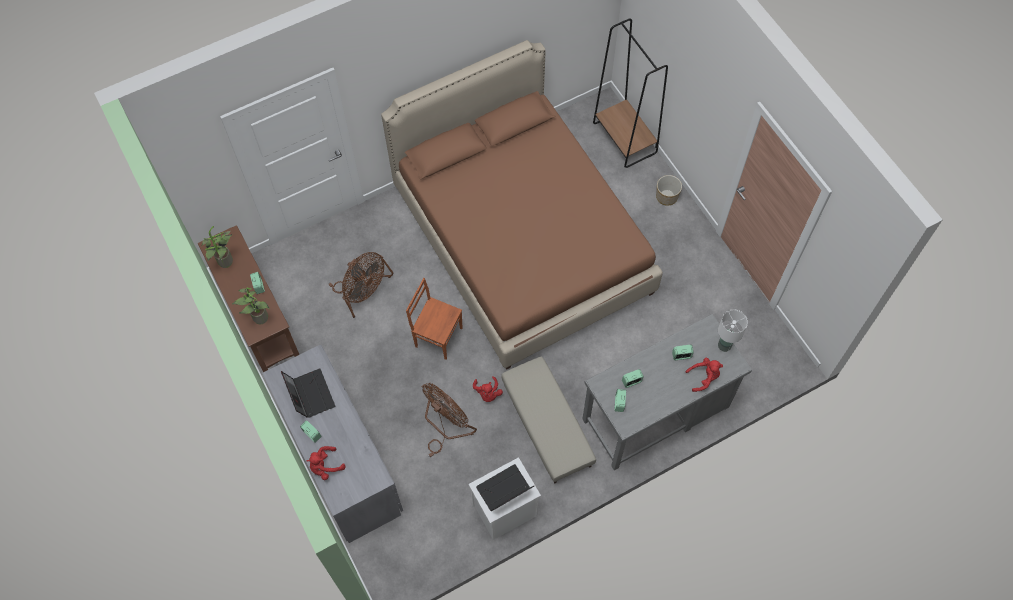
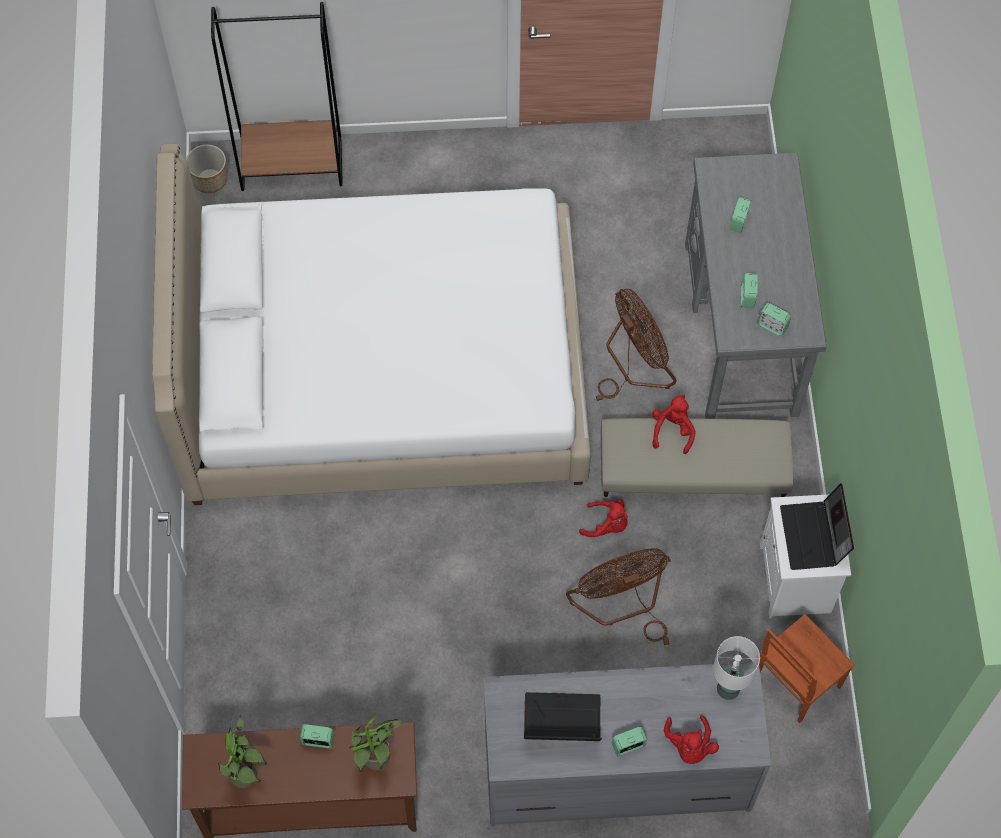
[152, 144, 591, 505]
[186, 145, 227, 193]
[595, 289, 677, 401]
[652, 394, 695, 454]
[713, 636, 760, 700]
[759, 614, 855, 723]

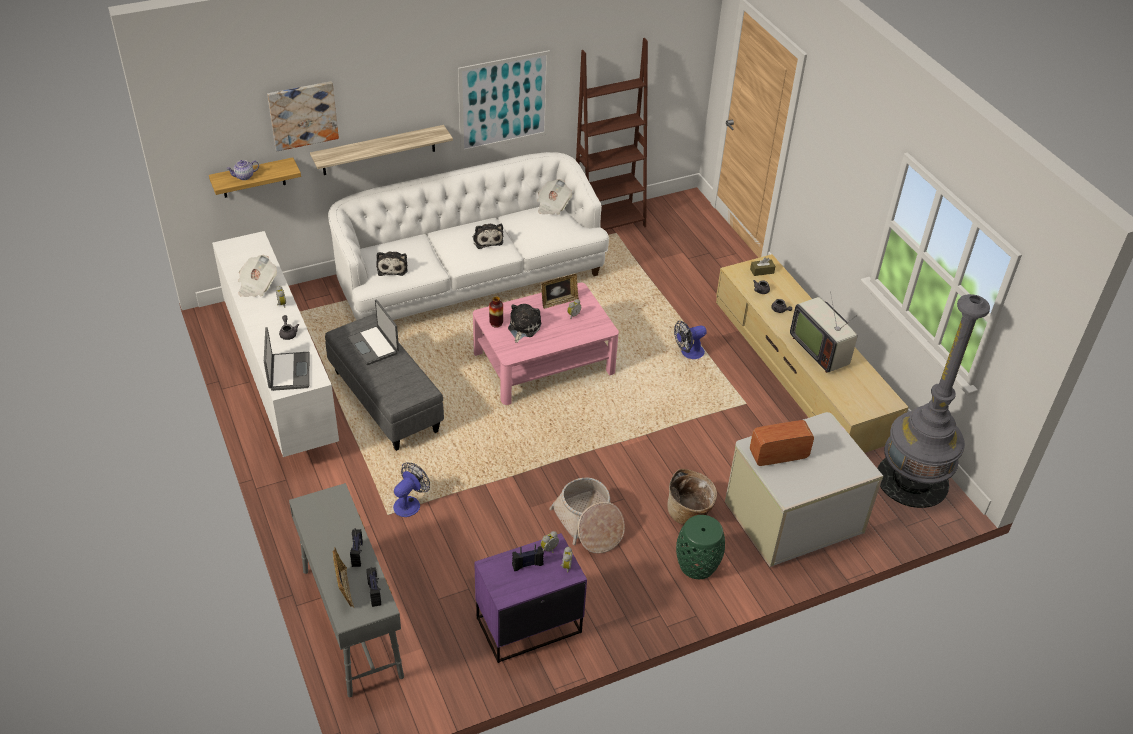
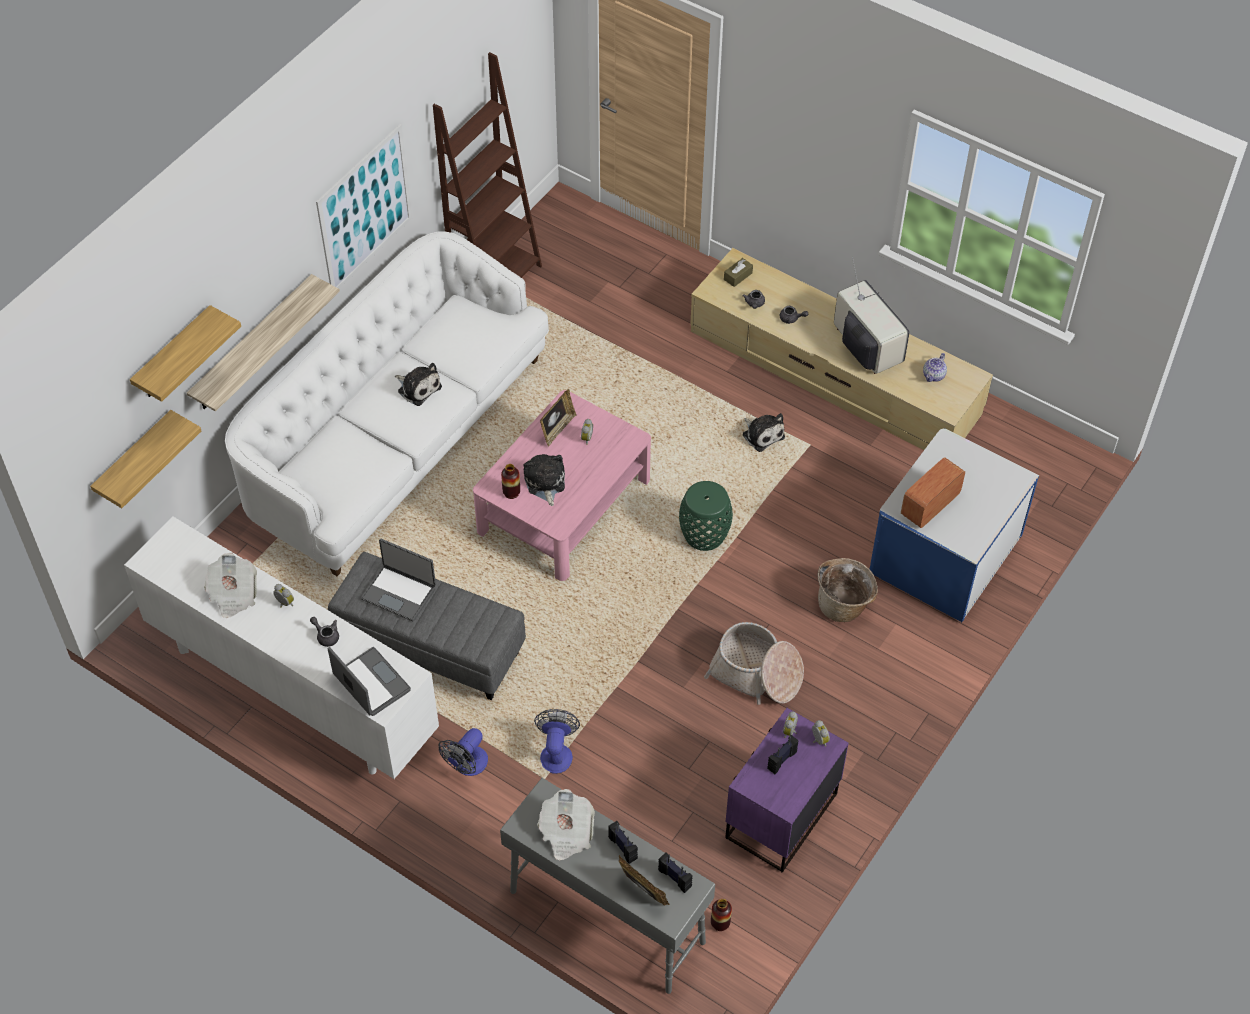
[130, 305, 241, 402]
[439, 728, 488, 776]
[538, 789, 595, 861]
[679, 481, 733, 551]
[711, 899, 732, 931]
[743, 413, 785, 452]
[834, 256, 909, 374]
[870, 429, 1039, 622]
[923, 353, 947, 382]
[878, 294, 990, 508] (first image)

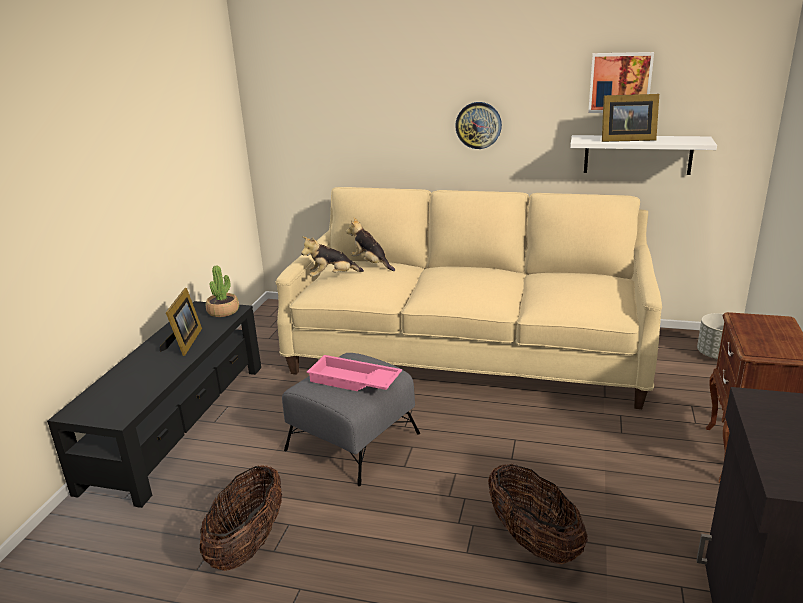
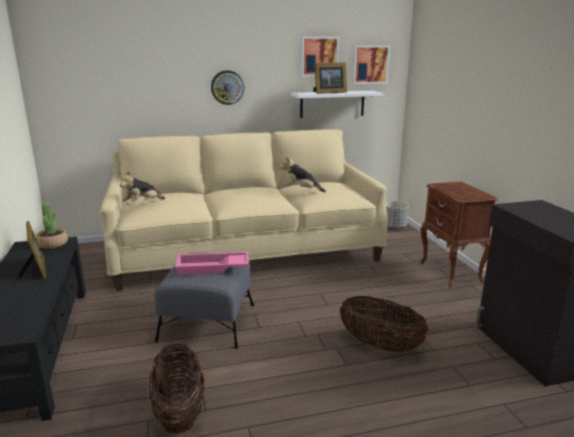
[279, 156, 326, 192]
[352, 45, 390, 84]

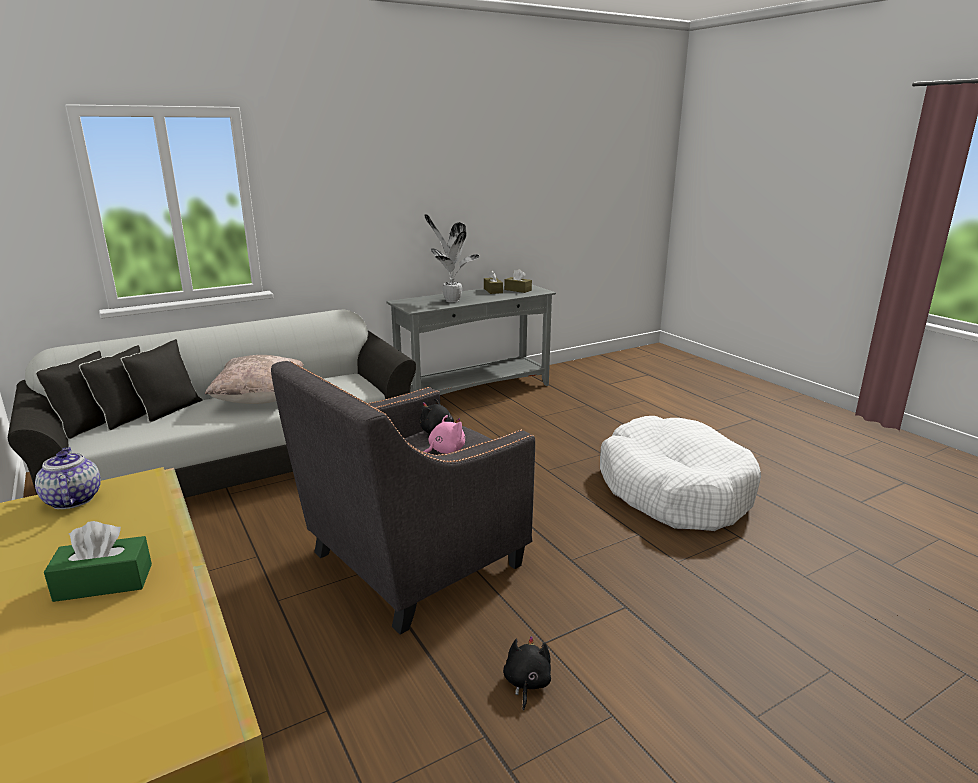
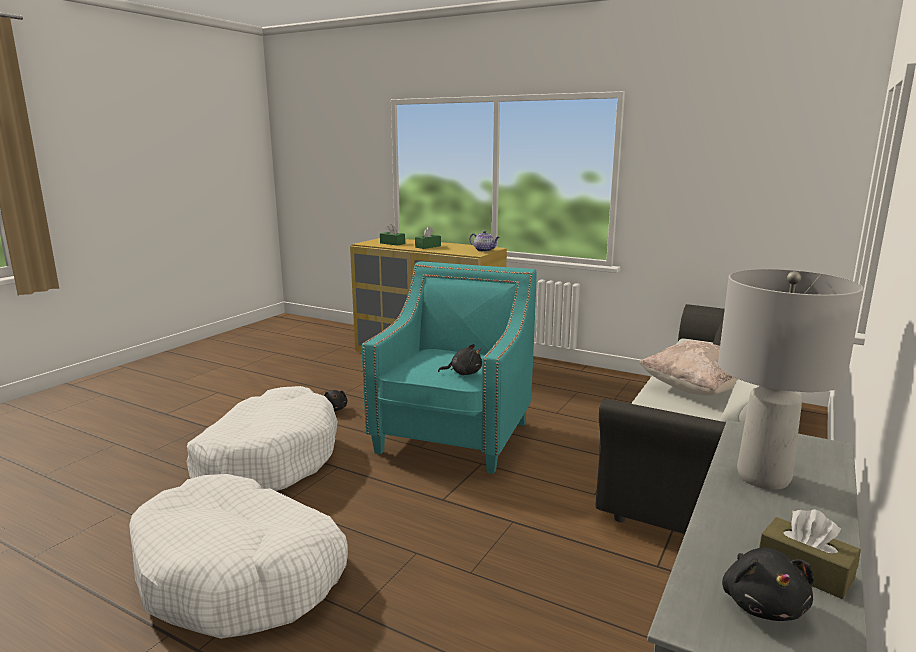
[186, 386, 338, 491]
[362, 261, 537, 474]
[380, 224, 405, 246]
[718, 269, 864, 490]
[722, 547, 814, 621]
[423, 415, 465, 454] (first image)

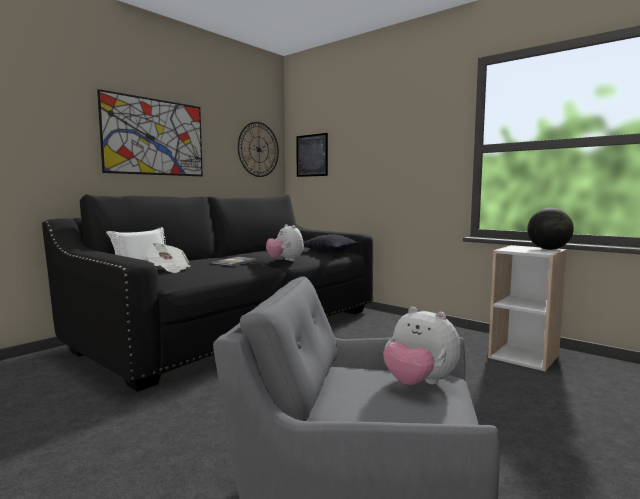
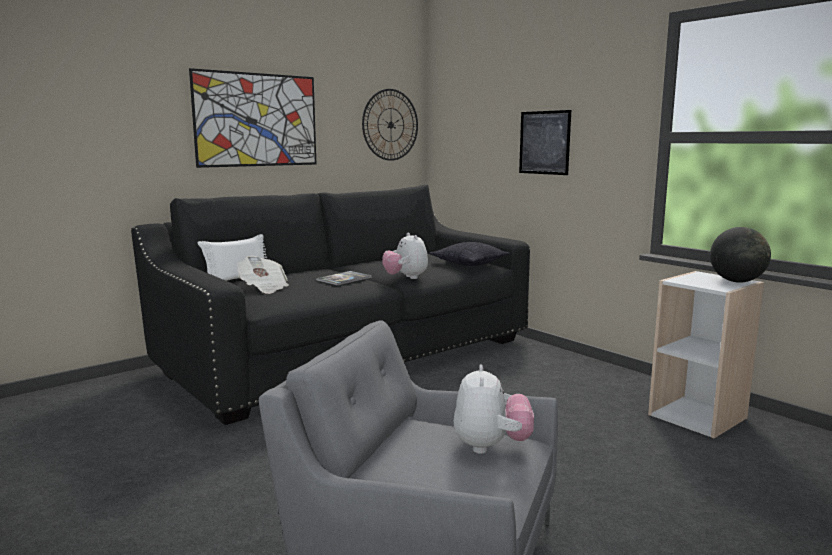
[453, 364, 534, 454]
[519, 110, 571, 175]

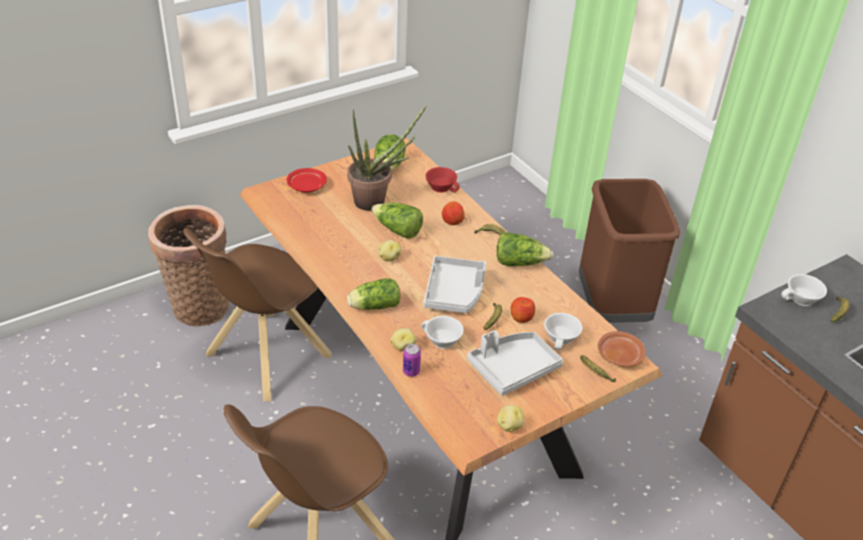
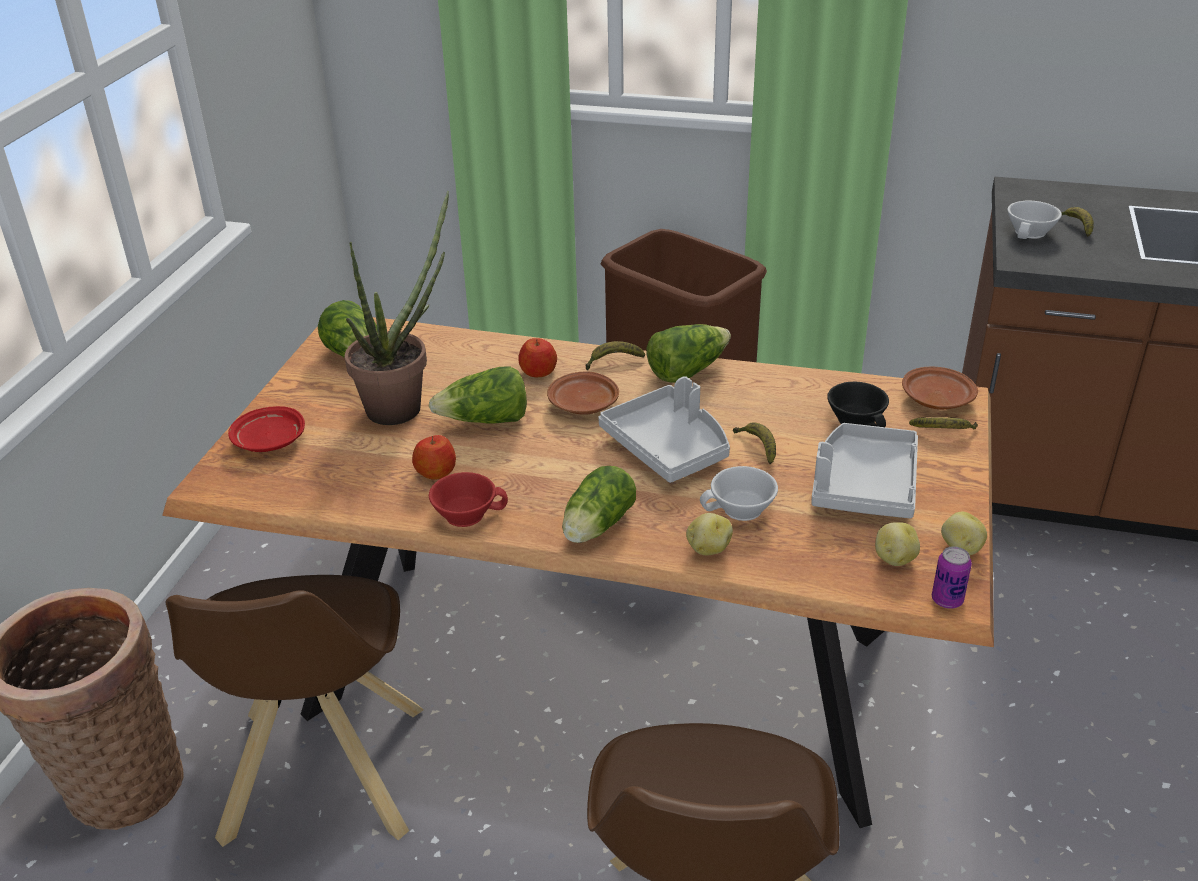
[412, 435, 456, 480]
[429, 472, 508, 527]
[547, 372, 619, 415]
[827, 382, 889, 427]
[875, 522, 920, 566]
[932, 546, 972, 609]

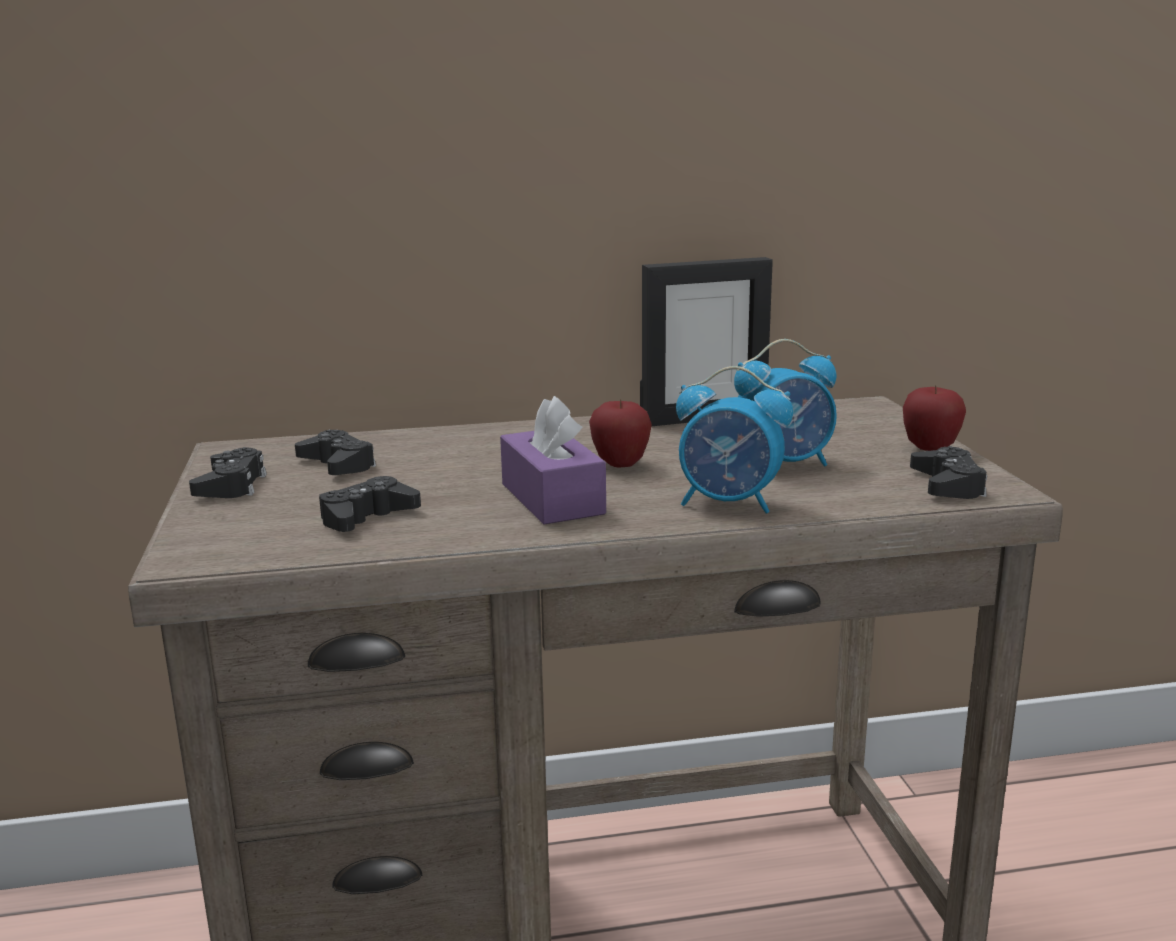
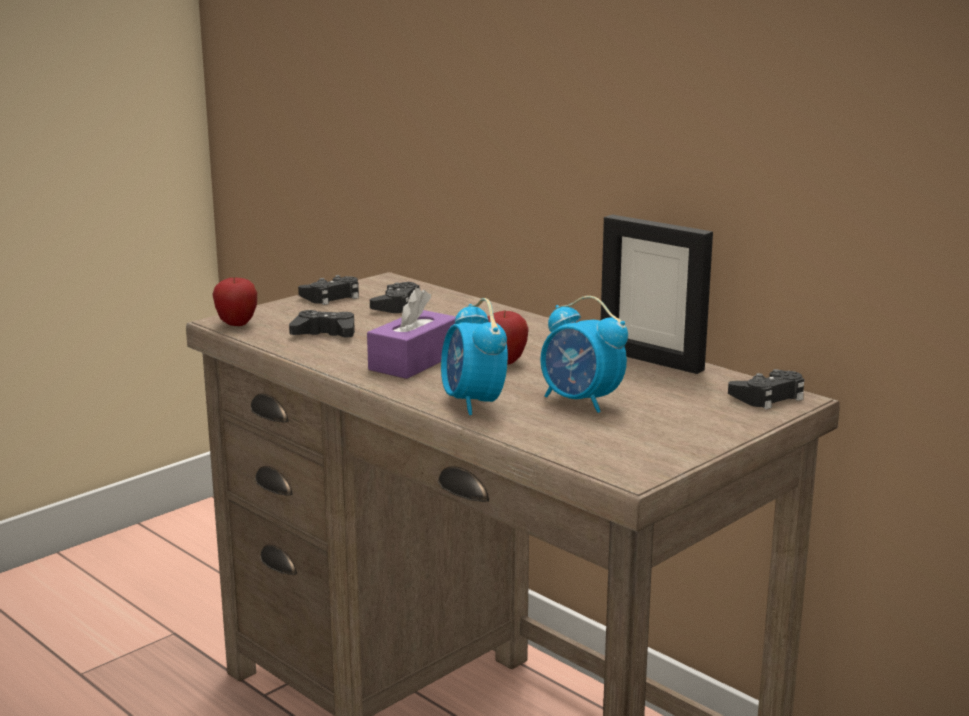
[212, 277, 257, 326]
[728, 369, 804, 409]

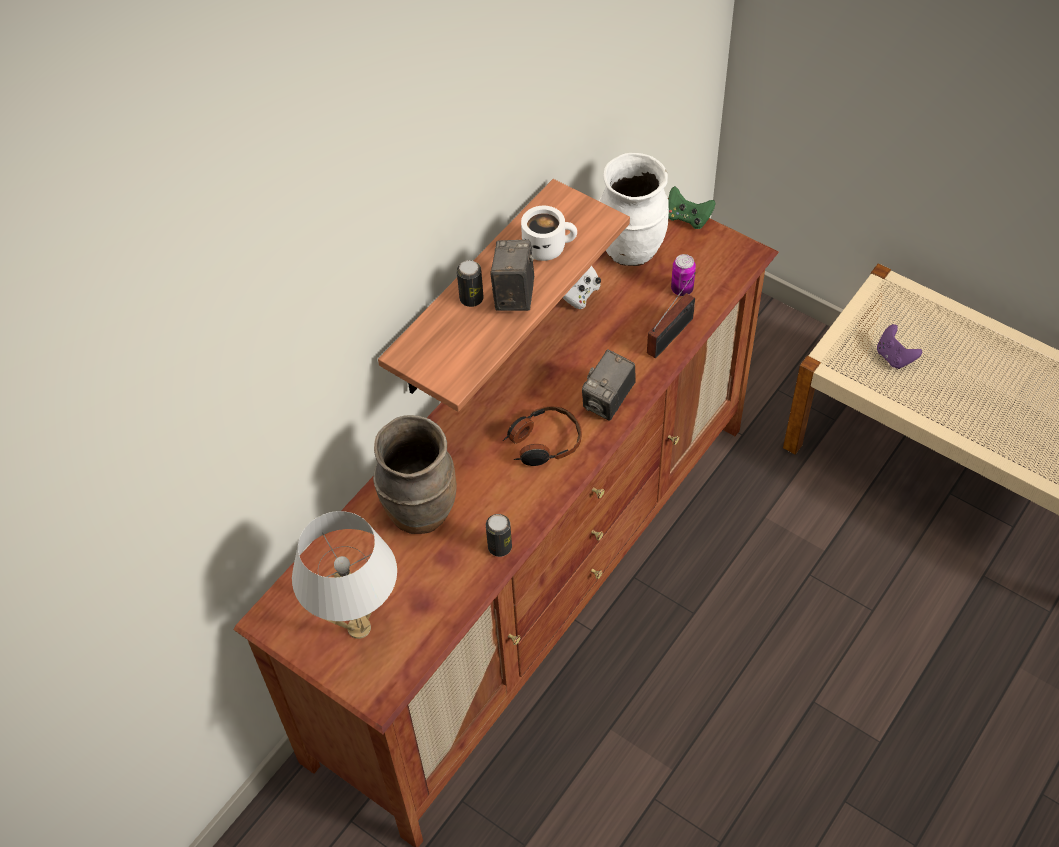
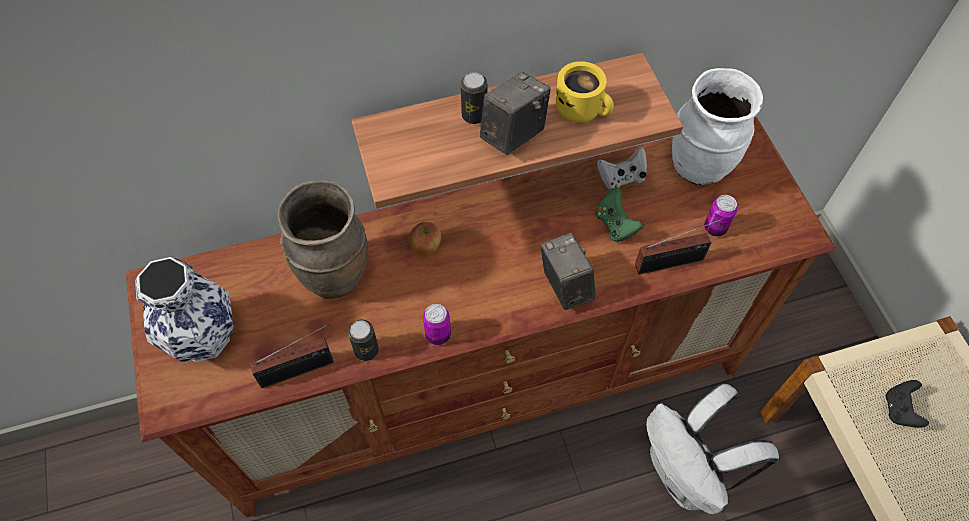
[135, 257, 234, 362]
[250, 324, 334, 388]
[410, 222, 441, 255]
[423, 304, 451, 345]
[540, 233, 596, 310]
[555, 61, 614, 123]
[595, 187, 644, 243]
[646, 383, 779, 514]
[886, 380, 929, 428]
[503, 406, 582, 466] (first image)

